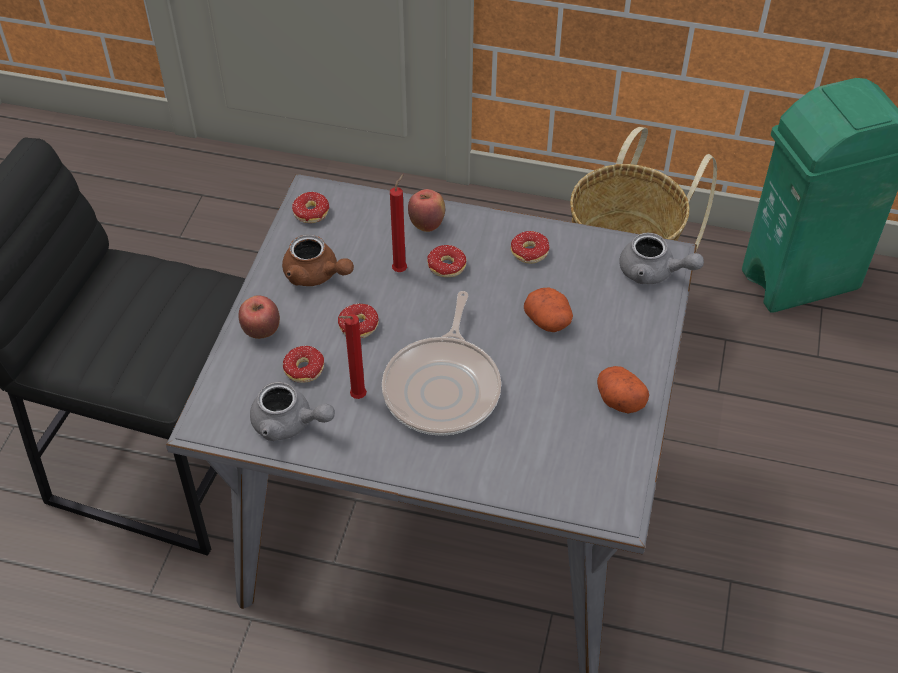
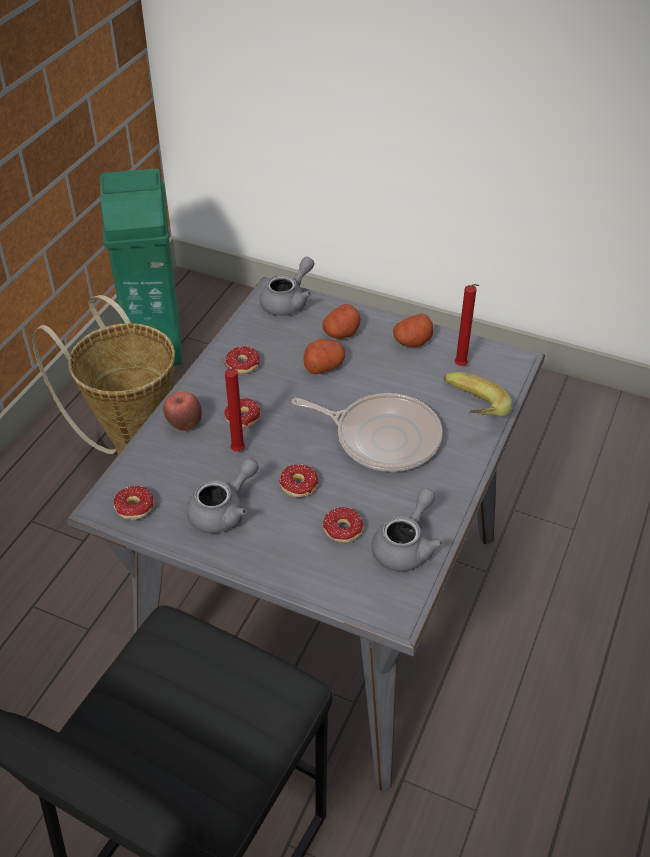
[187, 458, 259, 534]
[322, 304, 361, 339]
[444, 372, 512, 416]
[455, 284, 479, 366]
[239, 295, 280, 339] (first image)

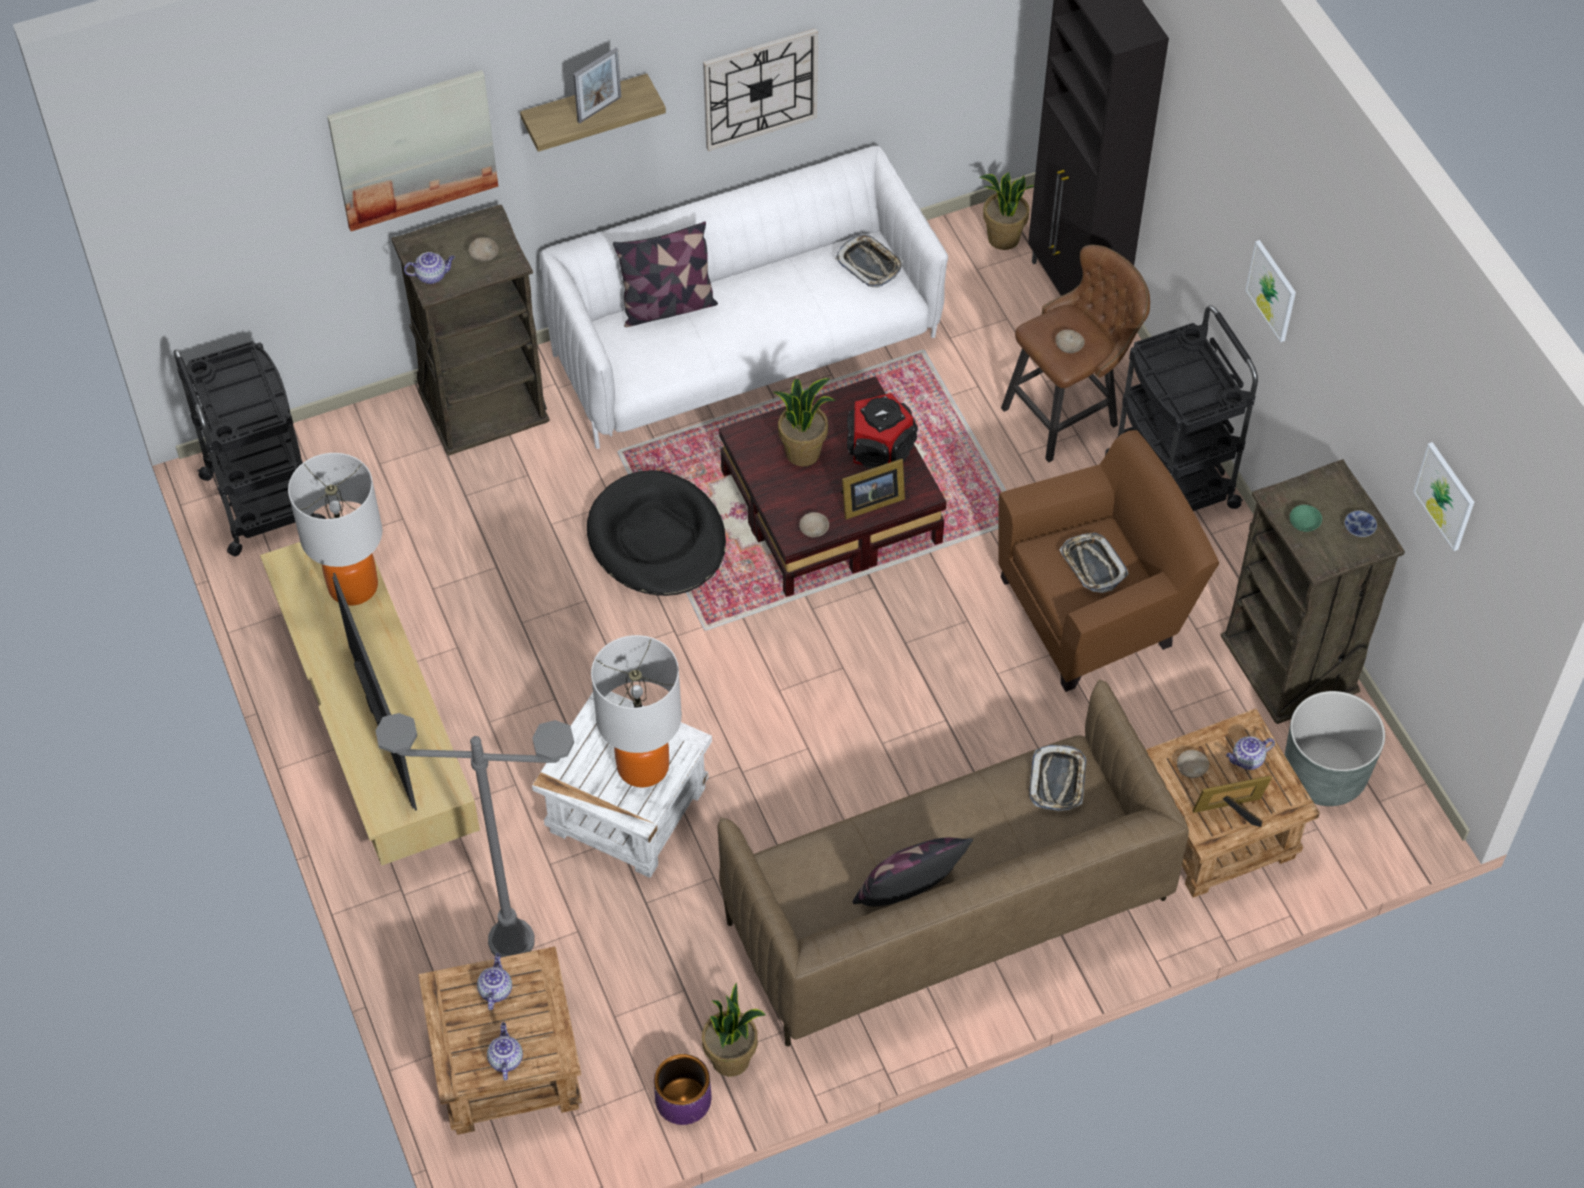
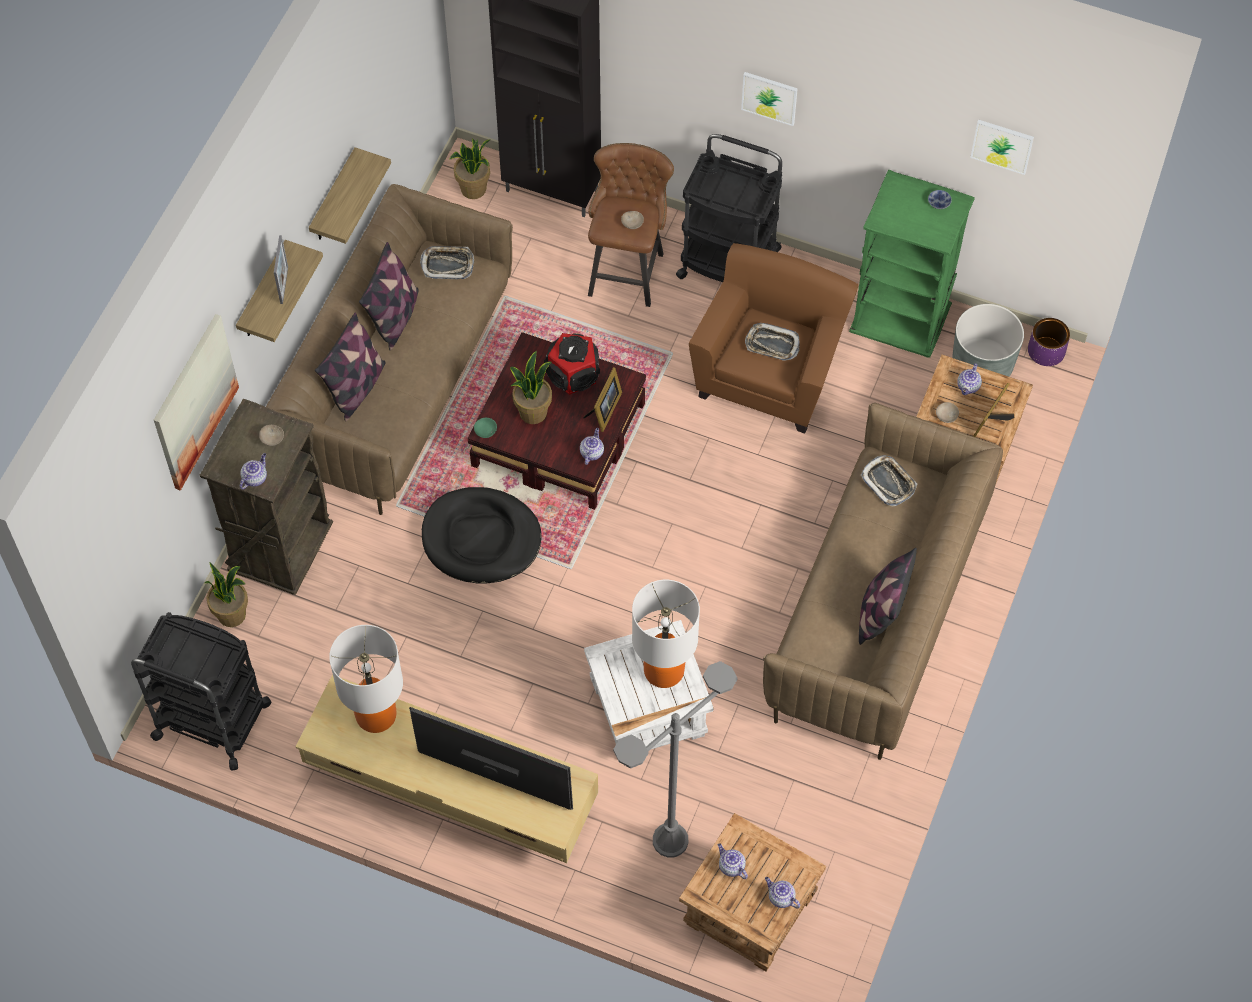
[205, 563, 248, 627]
[266, 184, 513, 515]
[309, 147, 391, 244]
[359, 242, 419, 351]
[474, 418, 497, 438]
[580, 428, 604, 465]
[849, 170, 975, 358]
[1028, 318, 1070, 366]

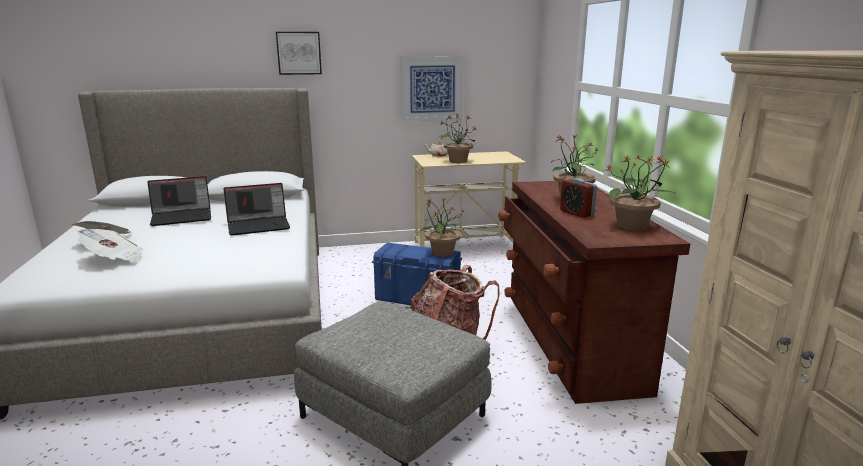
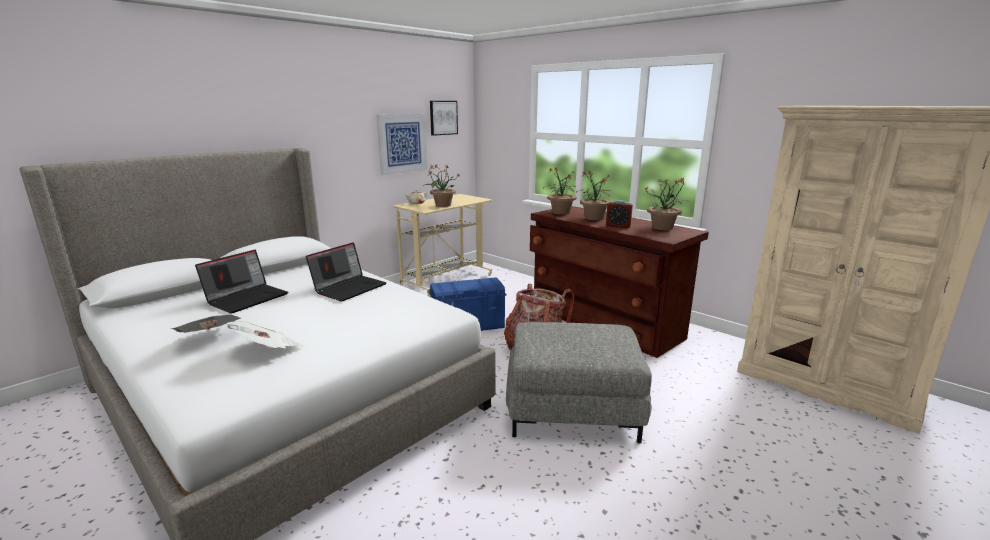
[430, 101, 458, 136]
[545, 167, 576, 215]

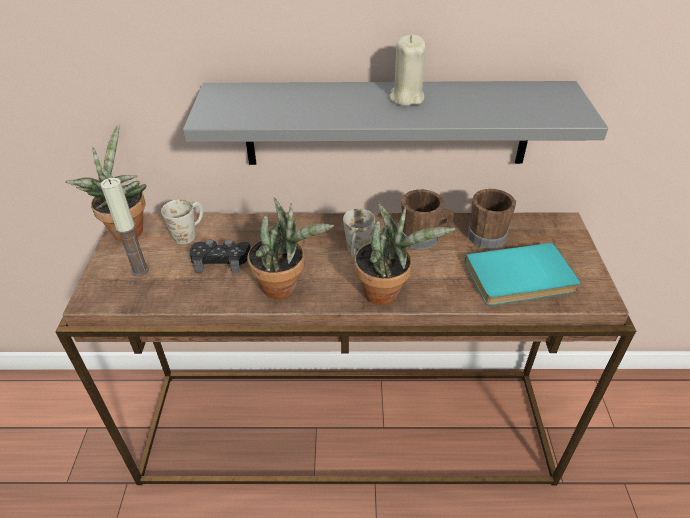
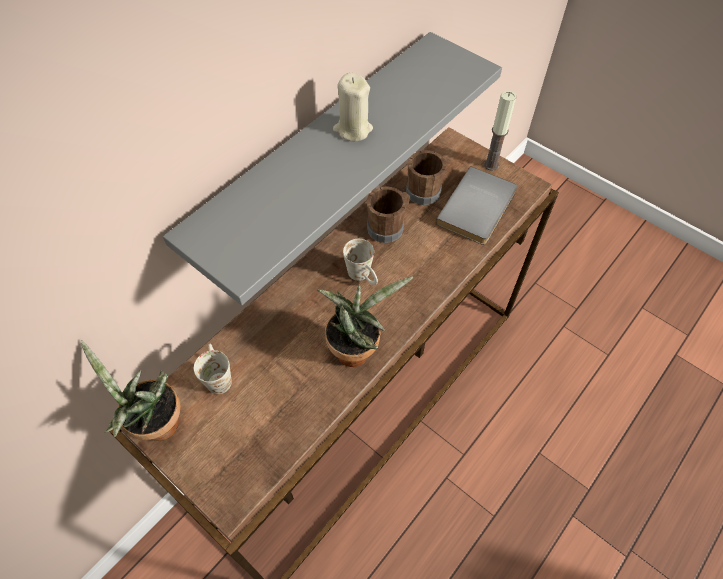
[436, 166, 517, 245]
[484, 91, 517, 171]
[189, 239, 251, 273] (first image)
[354, 203, 455, 305] (first image)

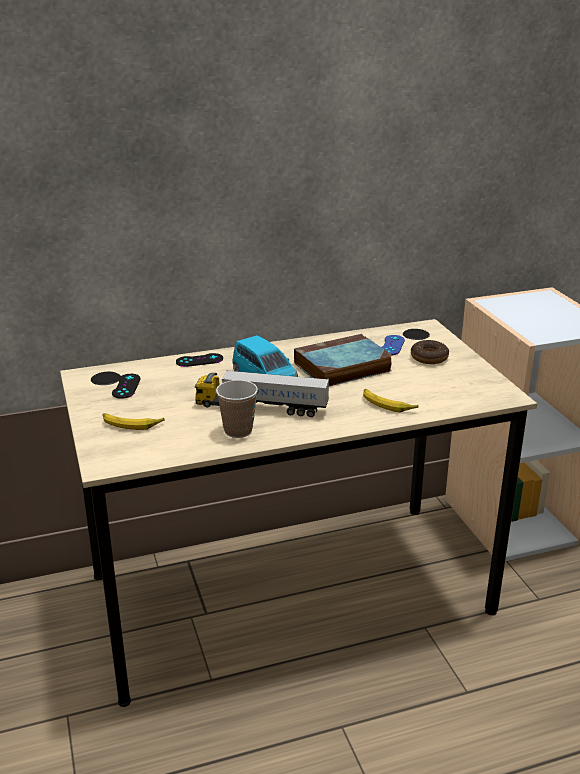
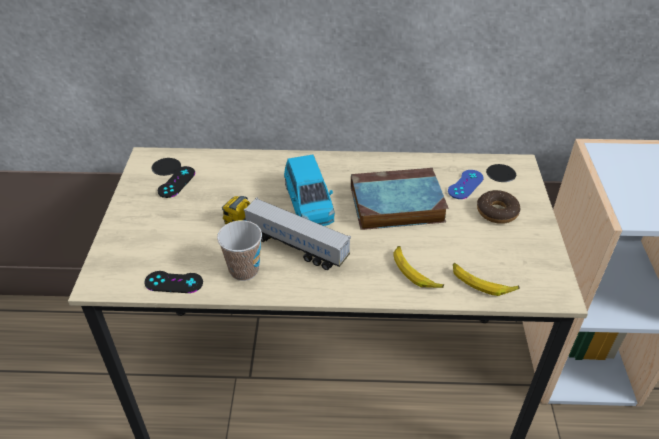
[144, 271, 203, 293]
[453, 263, 519, 296]

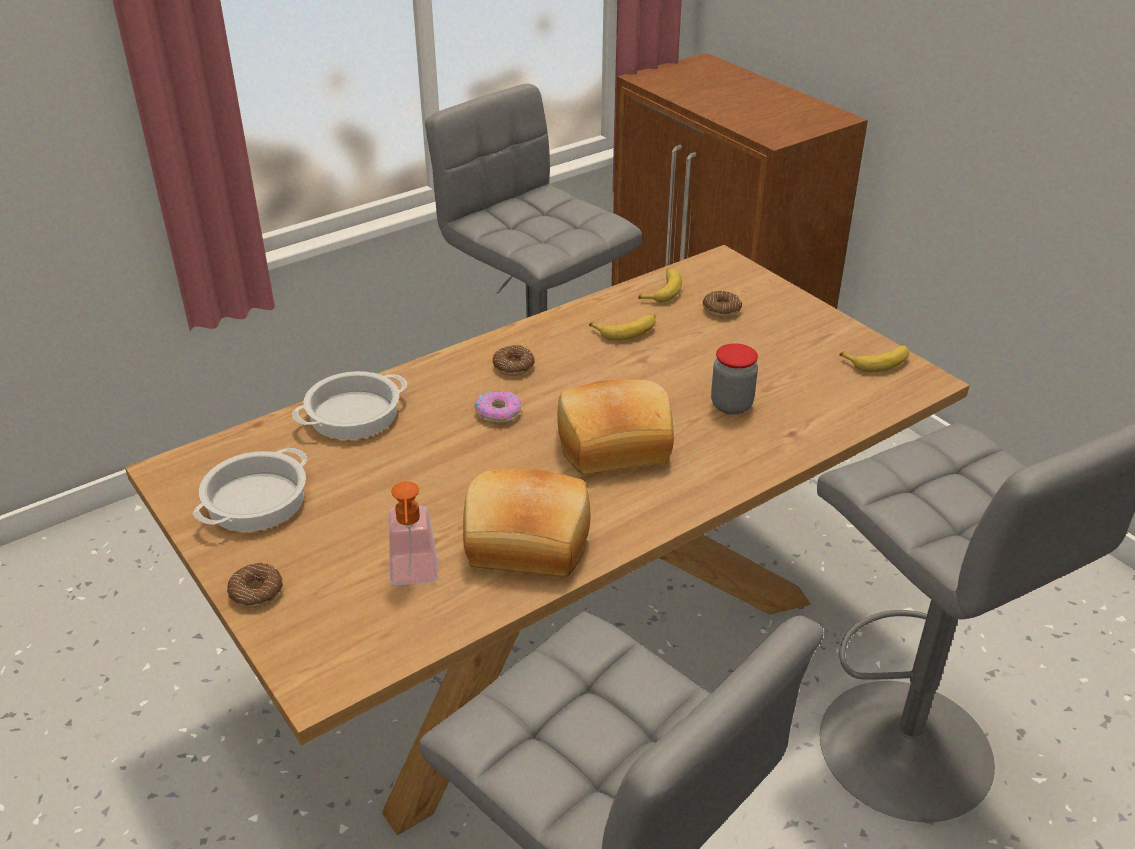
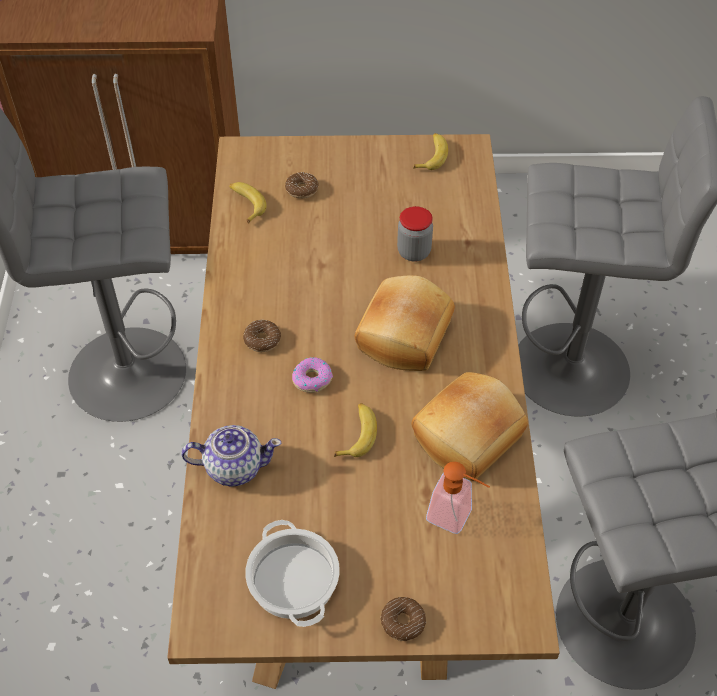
[181, 425, 281, 487]
[334, 403, 377, 457]

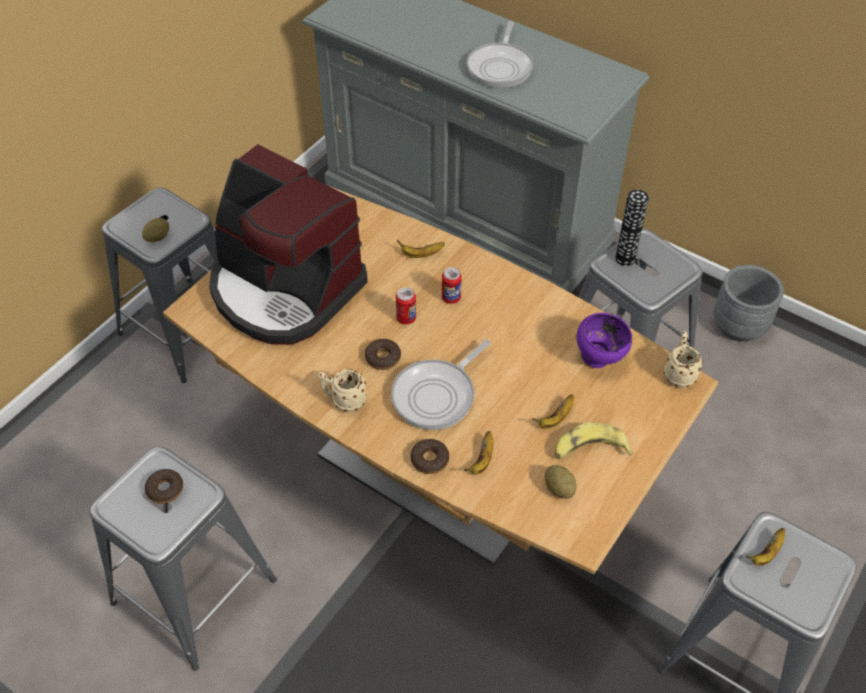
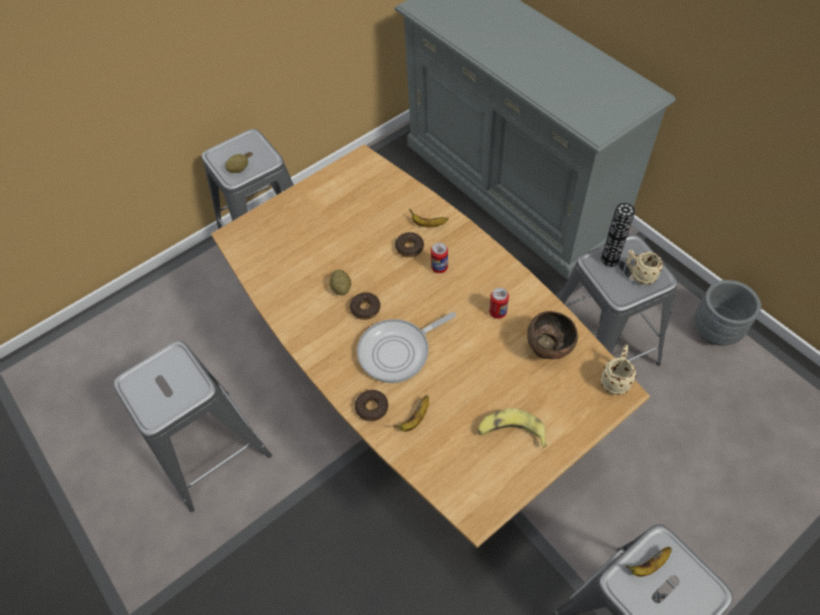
[330, 269, 351, 295]
[395, 232, 424, 257]
[489, 288, 509, 319]
[527, 311, 578, 359]
[626, 250, 663, 285]
[209, 144, 368, 345] (first image)
[467, 21, 533, 88] (first image)
[532, 394, 574, 428] (first image)

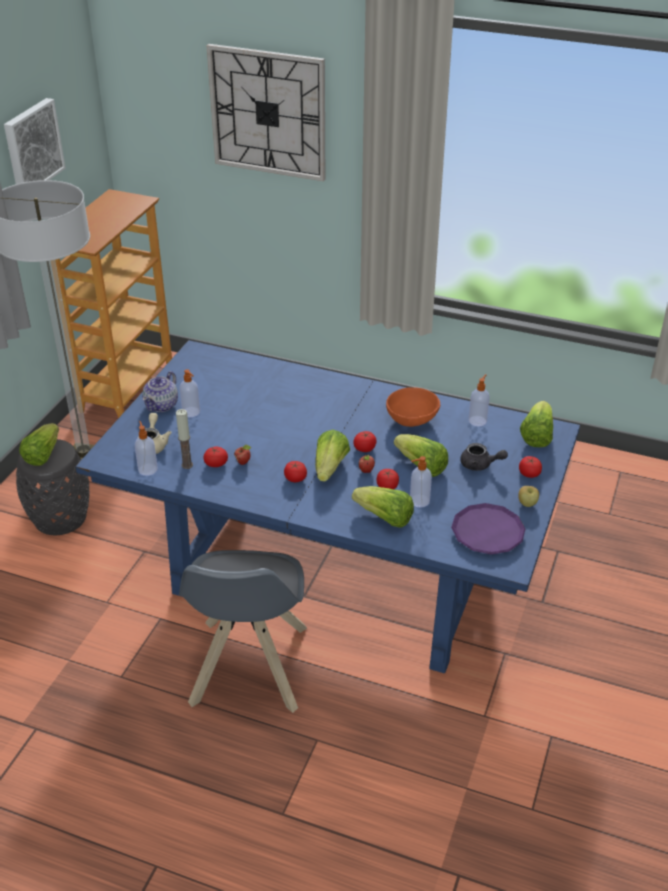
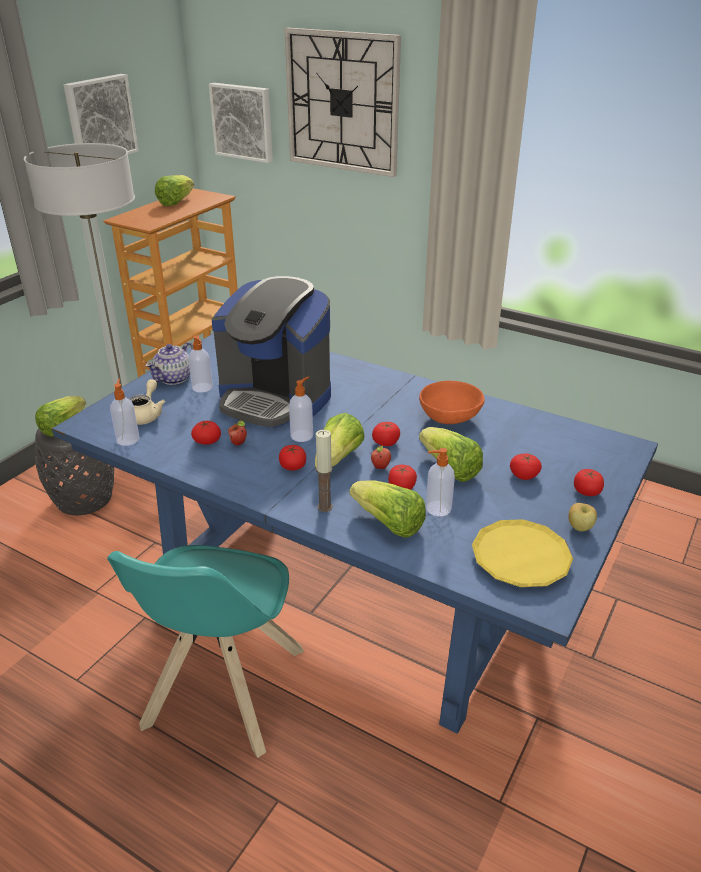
[107, 545, 304, 758]
[155, 175, 194, 206]
[209, 83, 273, 163]
[212, 276, 331, 428]
[289, 377, 313, 442]
[316, 430, 333, 512]
[472, 519, 573, 587]
[510, 453, 542, 480]

